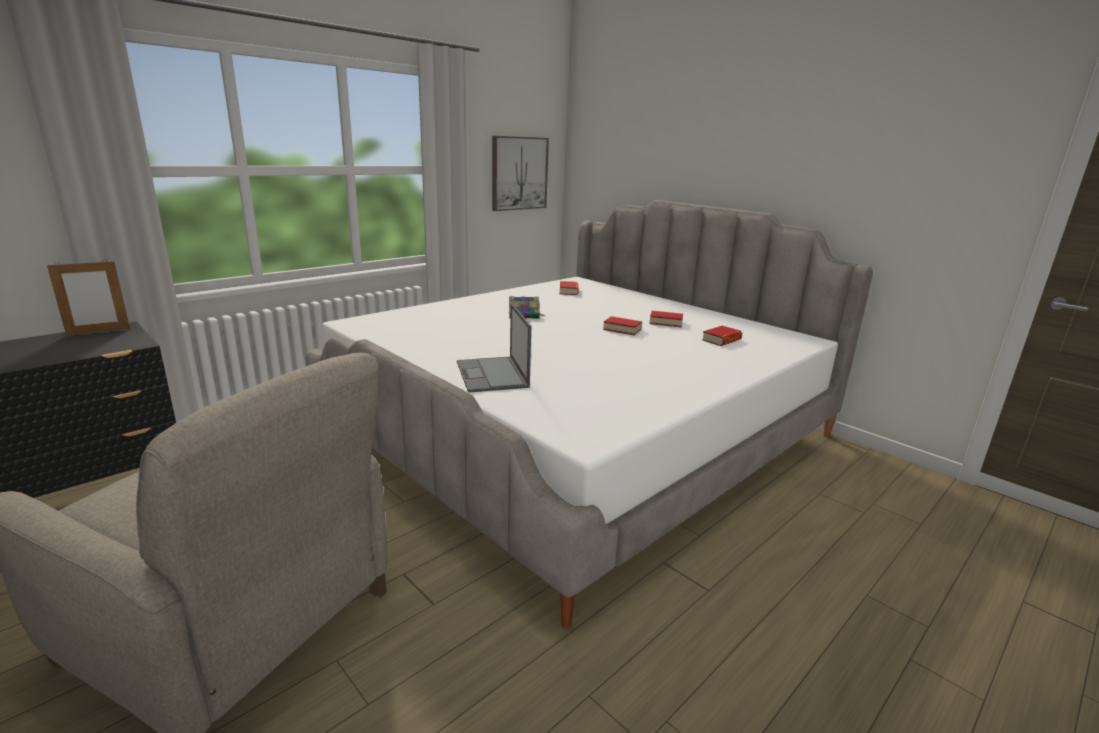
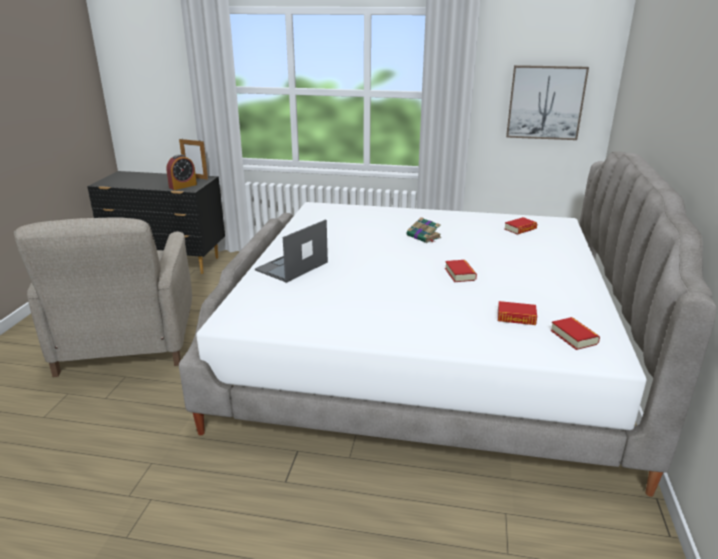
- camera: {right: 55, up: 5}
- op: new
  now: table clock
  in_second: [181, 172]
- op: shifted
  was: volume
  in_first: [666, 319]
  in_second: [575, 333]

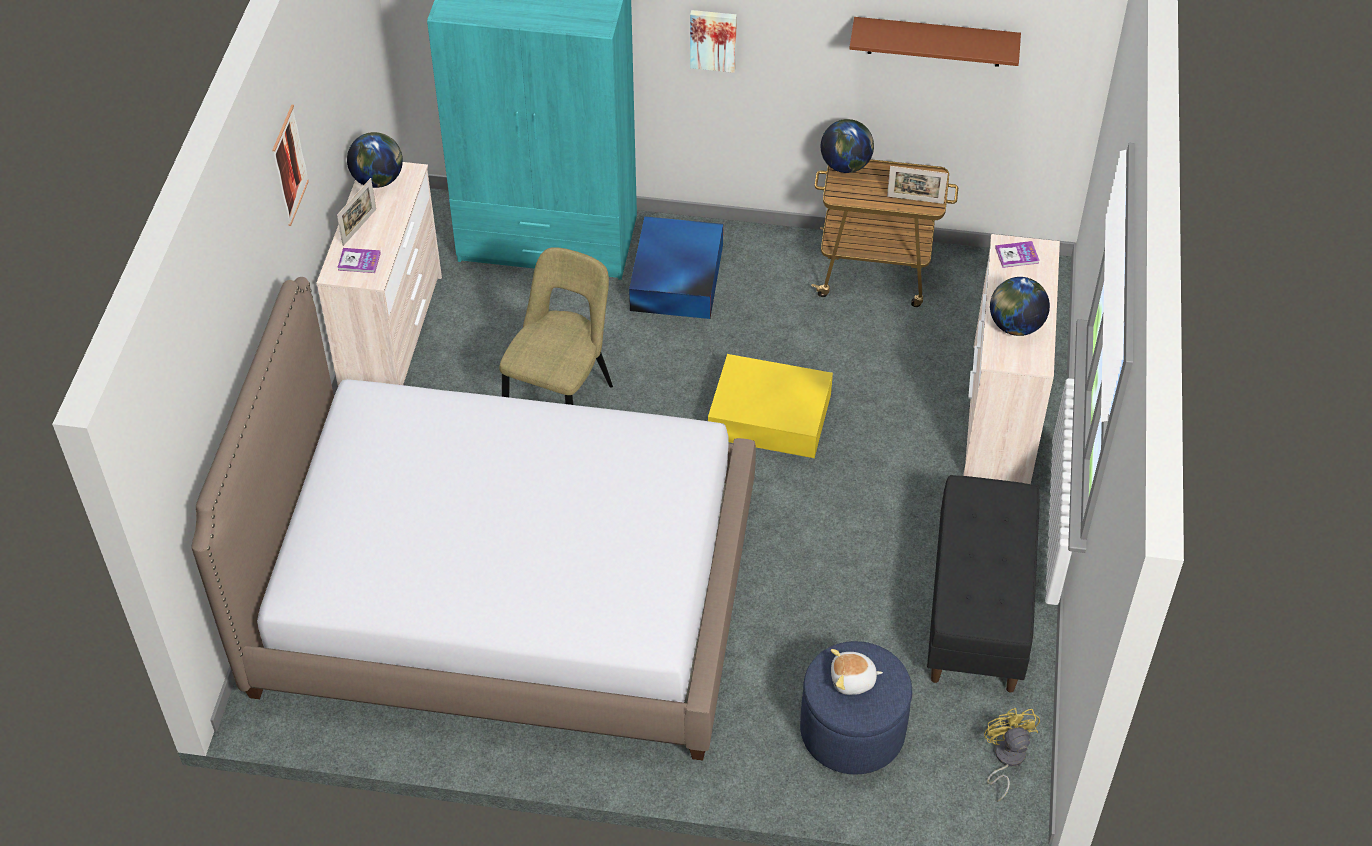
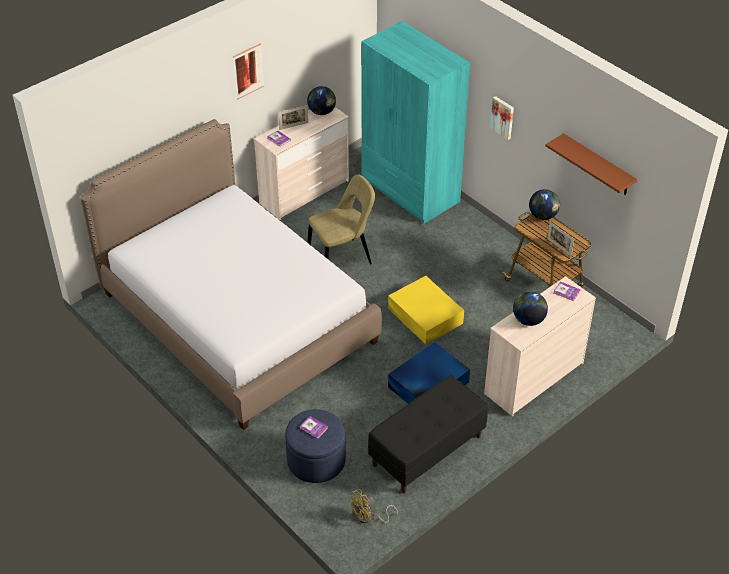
- camera: {right: 40, up: -5}
- op: shifted
  was: bluish storage container
  in_first: [676, 267]
  in_second: [429, 373]
- op: swapped
  was: soft toy
  now: volume
  in_first: [857, 672]
  in_second: [314, 427]
- op: rotated
  was: yellow cooling fan
  in_first: [1012, 755]
  in_second: [373, 506]
  clockwise: -150

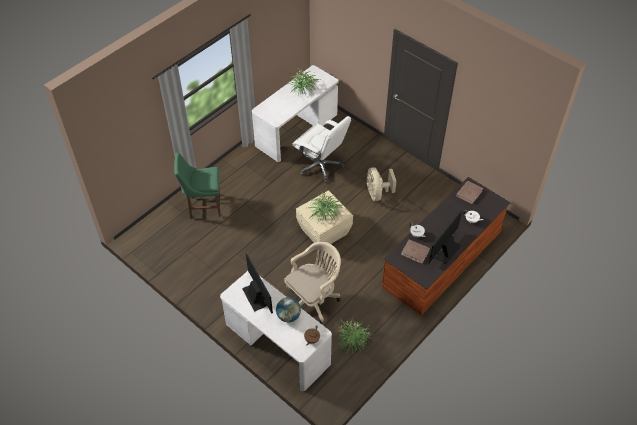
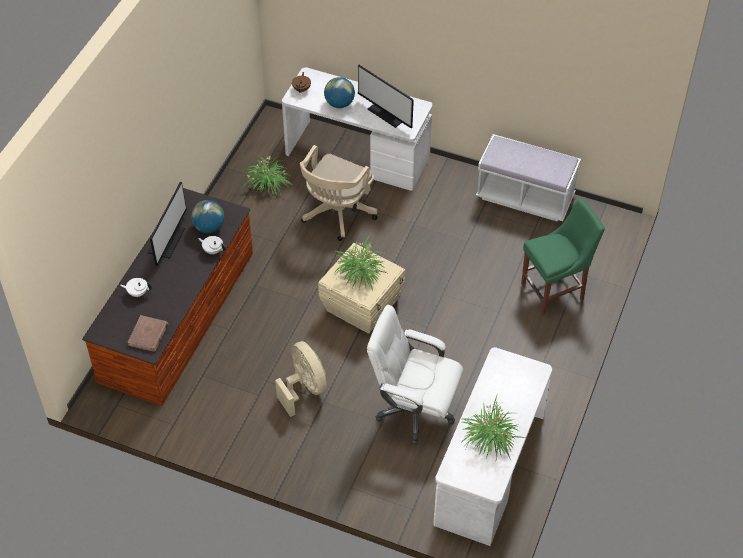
- camera: {right: 160, up: 0}
- op: new
  now: white indoor bench
  in_second: [528, 178]
- op: swapped
  was: brown-coloured volume
  now: world globe
  in_first: [415, 252]
  in_second: [207, 216]

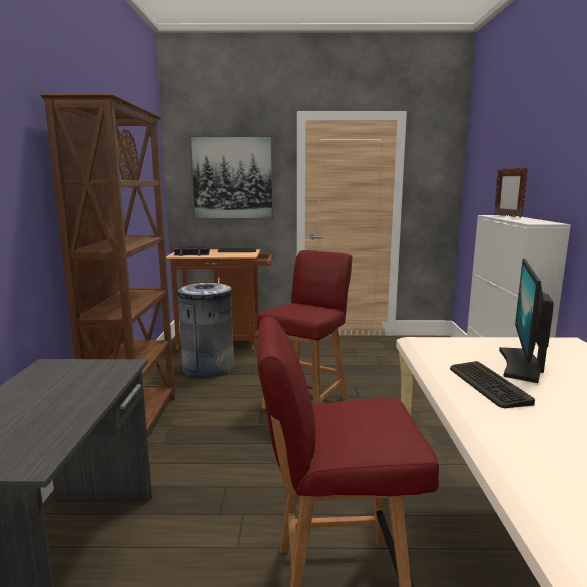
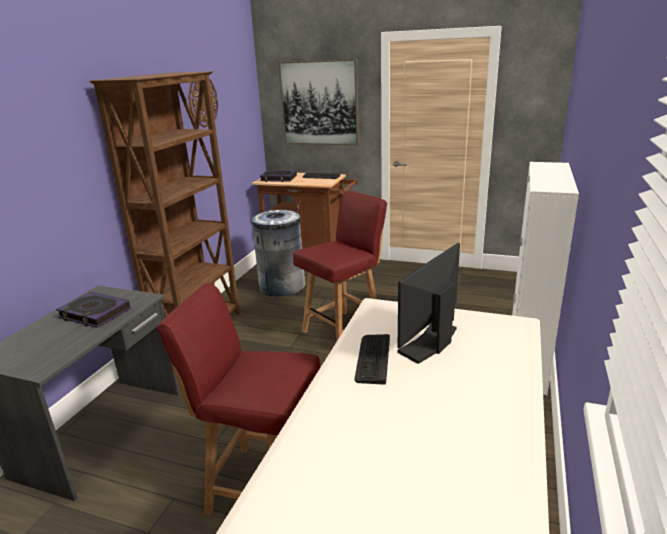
- camera: {right: 20, up: 10}
- op: gone
  was: picture frame
  in_first: [511, 192]
- op: new
  now: volume
  in_second: [93, 309]

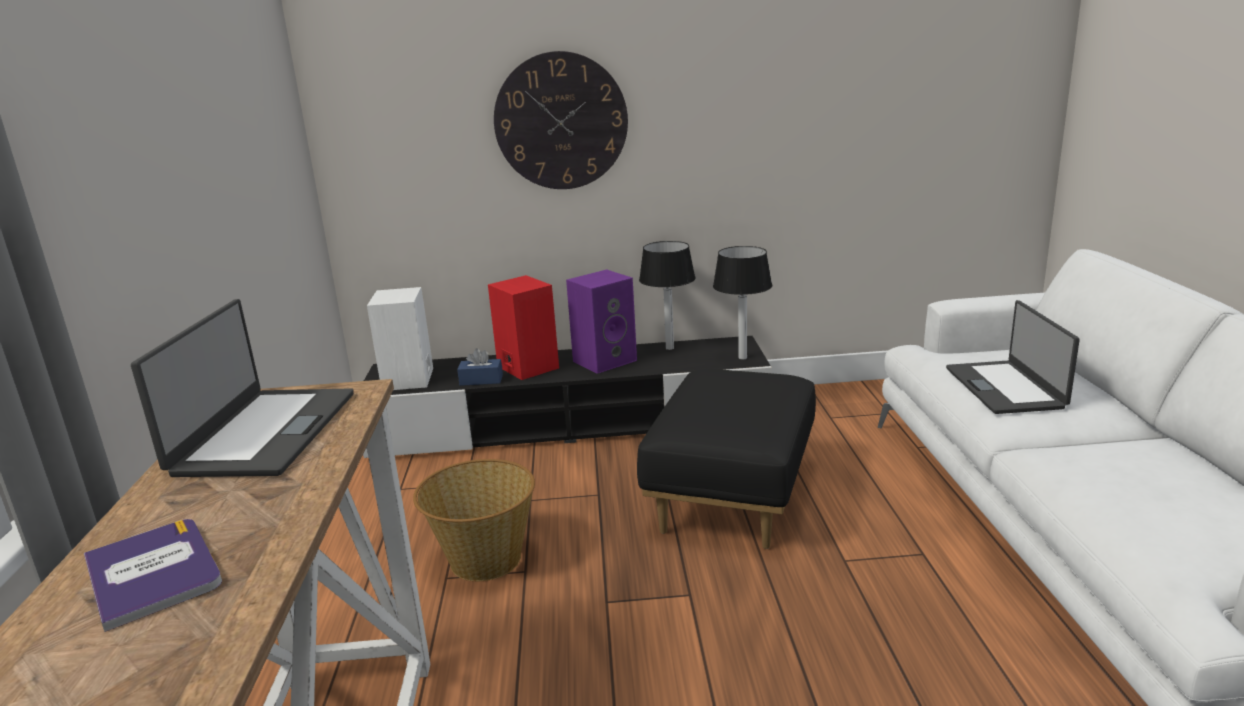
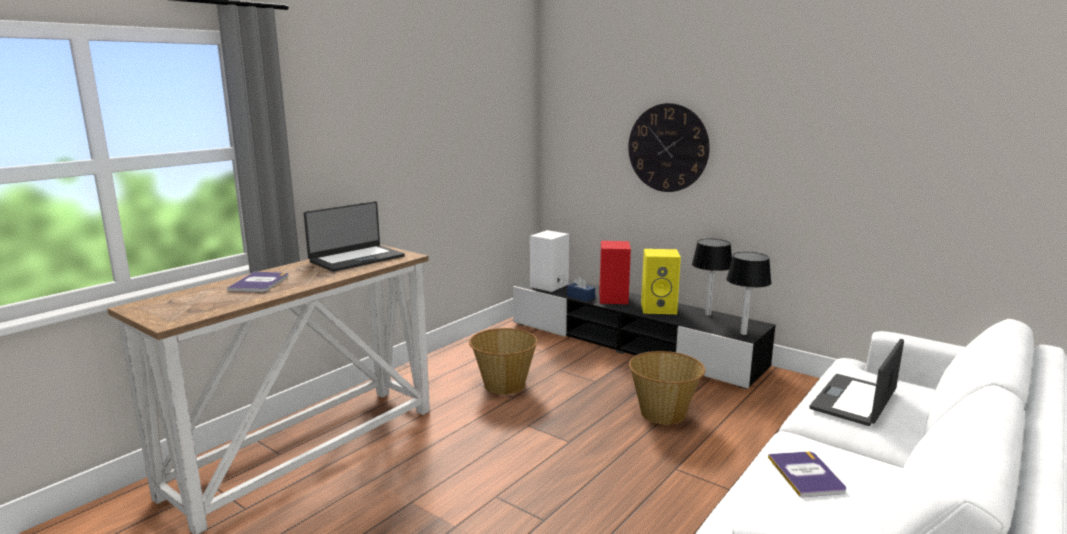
- camera: {right: 40, up: -5}
- op: new
  now: volume
  in_second: [807, 474]
- op: swapped
  was: black-coloured ottoman
  now: storage basket
  in_first: [726, 459]
  in_second: [667, 388]
- op: repainted
  was: purplish loudspeaker
  now: yellow loudspeaker
  in_first: [601, 322]
  in_second: [661, 281]

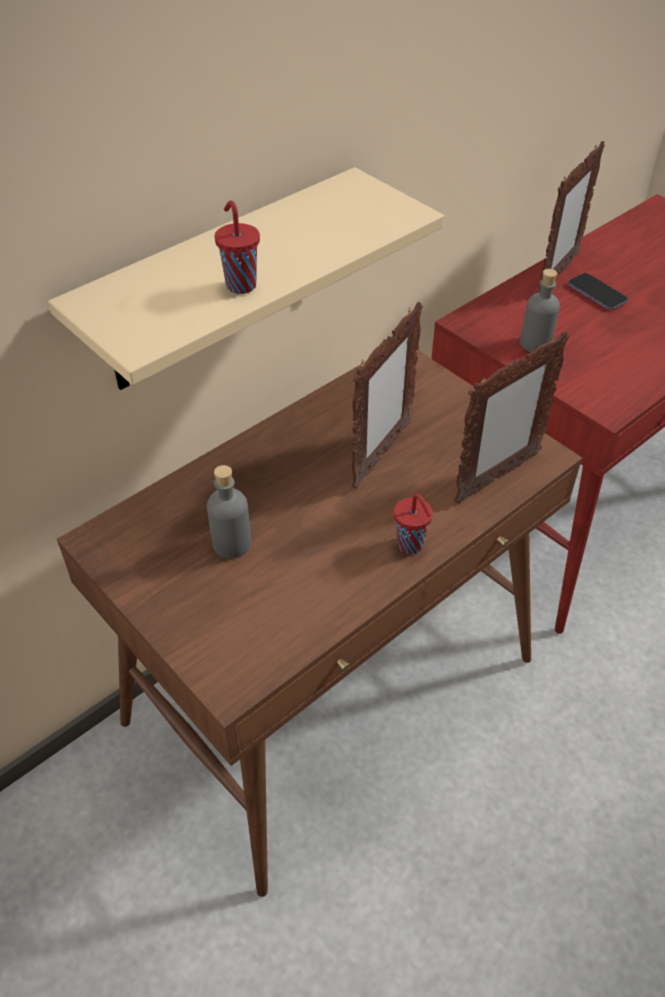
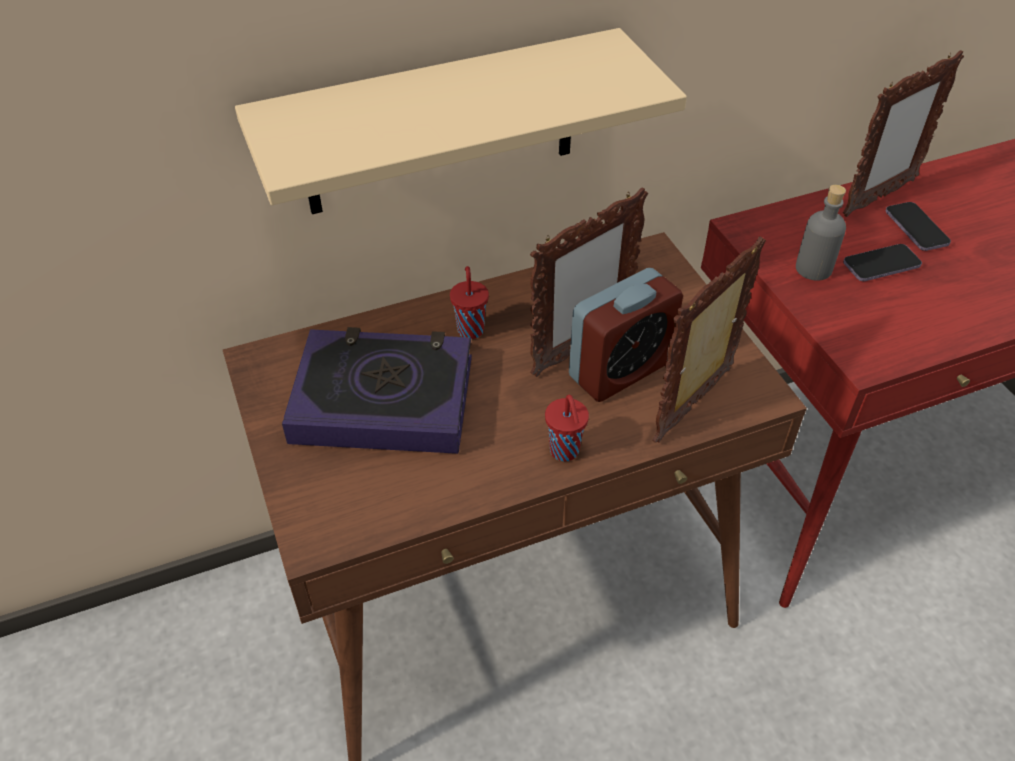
- camera: {right: 20, up: 0}
- op: new
  now: table clock
  in_second: [626, 335]
- op: new
  now: telephone
  in_second: [882, 262]
- op: shifted
  was: red-coloured small cup
  in_first: [237, 247]
  in_second: [469, 302]
- op: swapped
  was: gray drink bottle
  now: volume
  in_first: [229, 512]
  in_second: [377, 390]
- op: rotated
  was: picture frame
  in_first: [512, 417]
  in_second: [709, 339]
  clockwise: 150

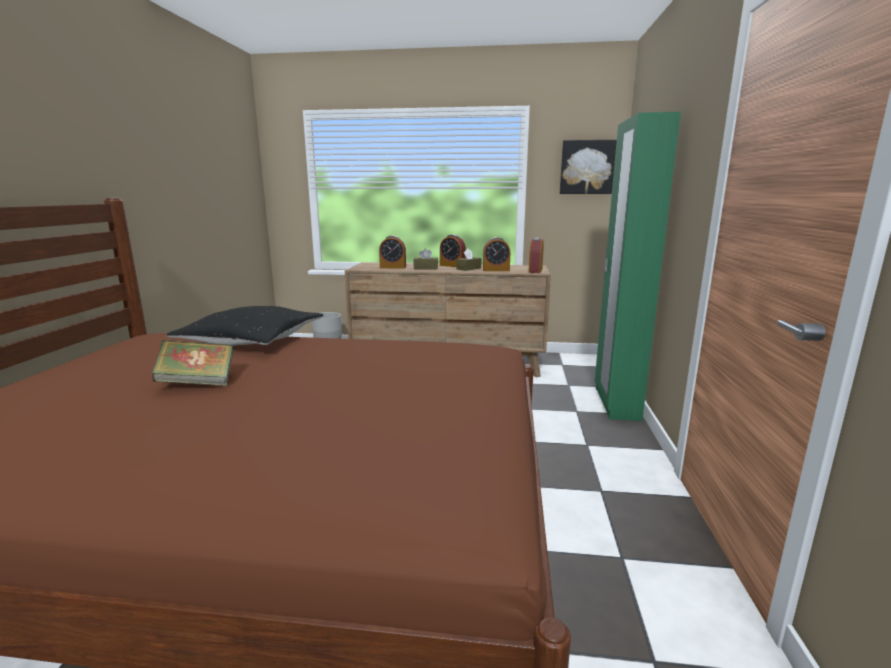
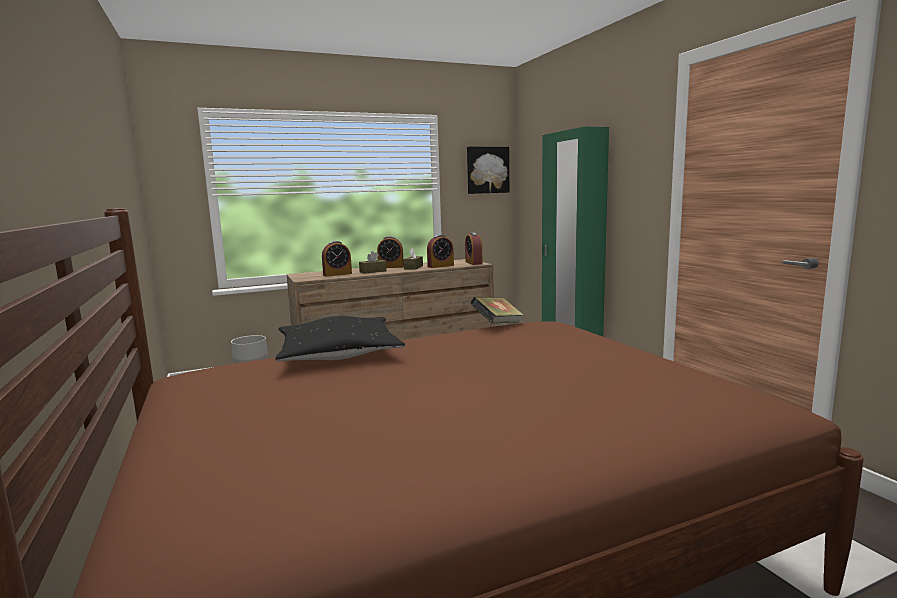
- camera: {right: -30, up: -5}
- op: shifted
  was: volume
  in_first: [192, 363]
  in_second: [497, 310]

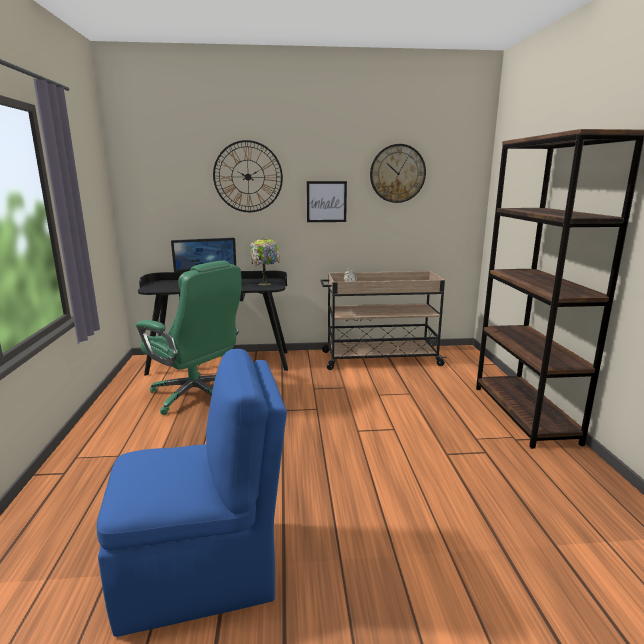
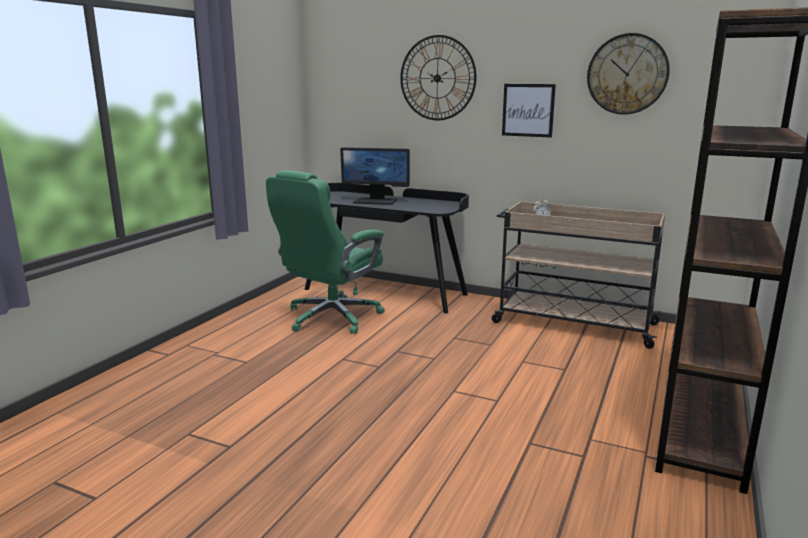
- camera: {right: 30, up: 0}
- op: gone
  was: bluish upright chair
  in_first: [192, 493]
- op: gone
  was: tabletop lamp
  in_first: [265, 262]
- op: rotated
  was: green office chair
  in_first: [188, 338]
  in_second: [325, 252]
  clockwise: 60

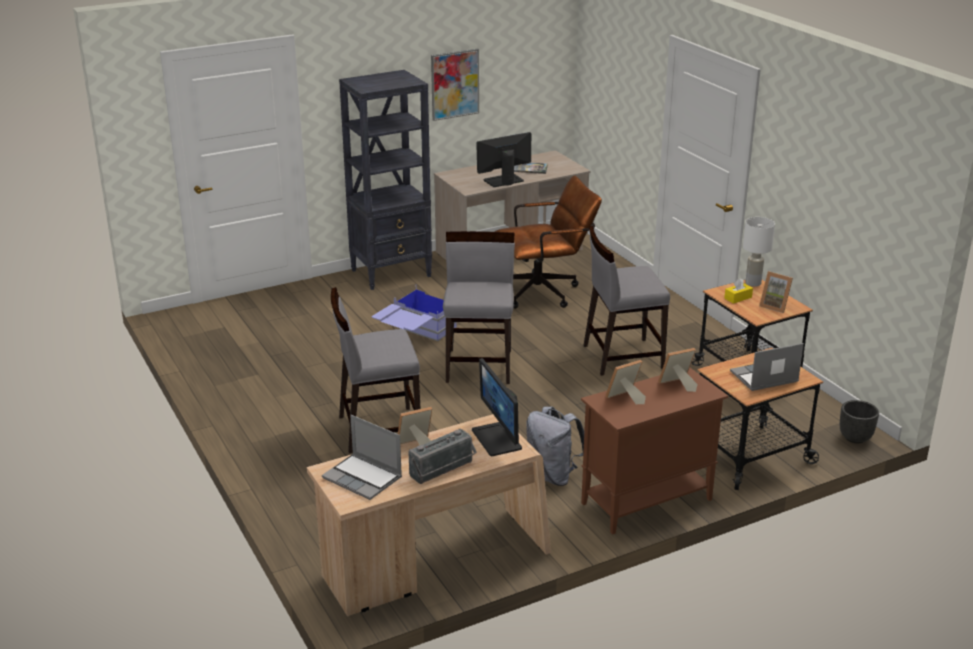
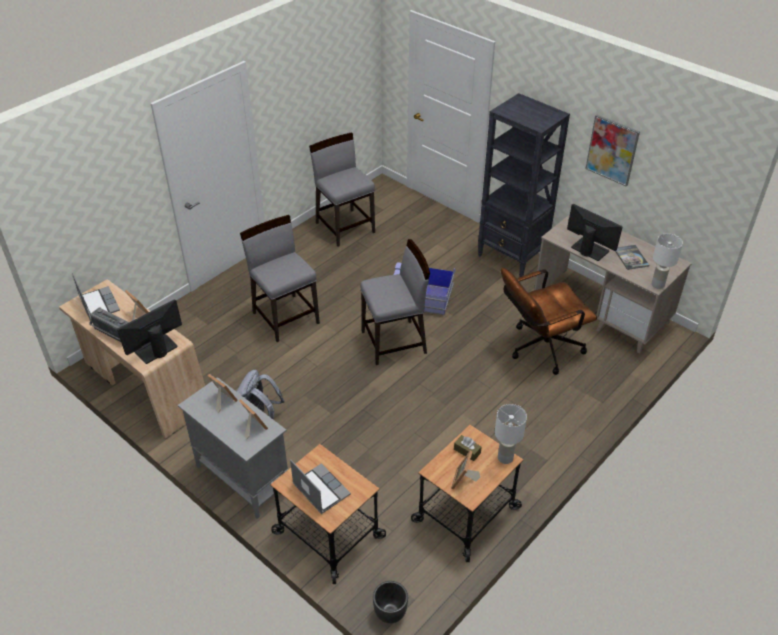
- camera: {right: 70, up: 15}
- op: new
  now: white tabletop lamp
  in_second: [667, 261]
- op: shifted
  was: gray upright chair
  in_first: [626, 301]
  in_second: [342, 190]
- op: repainted
  was: brown-coloured cabinet
  now: gray cabinet
  in_first: [654, 451]
  in_second: [233, 448]
- op: repainted
  was: yellow tissue holder
  now: brown-coloured tissue holder
  in_first: [738, 291]
  in_second: [468, 448]
- op: rotated
  was: notebook computer
  in_first: [362, 457]
  in_second: [96, 296]
  clockwise: 135
- op: rotated
  was: brown-coloured office chair
  in_first: [548, 242]
  in_second: [549, 321]
  clockwise: 105

